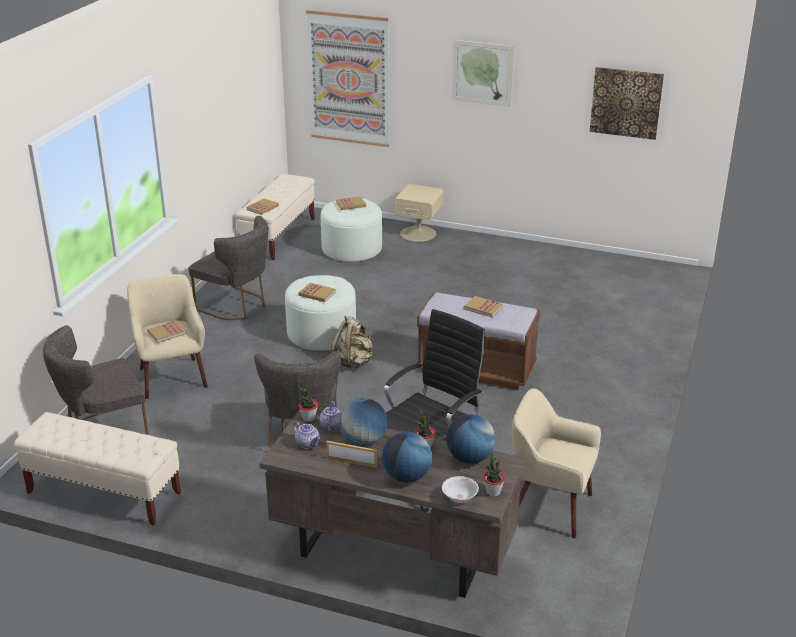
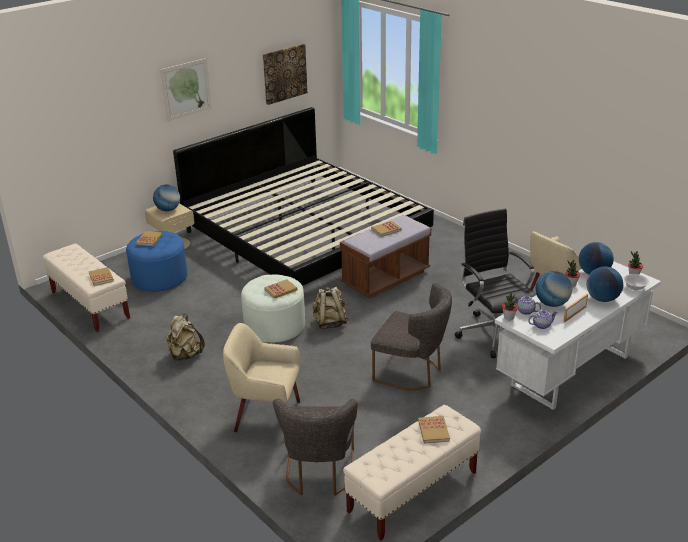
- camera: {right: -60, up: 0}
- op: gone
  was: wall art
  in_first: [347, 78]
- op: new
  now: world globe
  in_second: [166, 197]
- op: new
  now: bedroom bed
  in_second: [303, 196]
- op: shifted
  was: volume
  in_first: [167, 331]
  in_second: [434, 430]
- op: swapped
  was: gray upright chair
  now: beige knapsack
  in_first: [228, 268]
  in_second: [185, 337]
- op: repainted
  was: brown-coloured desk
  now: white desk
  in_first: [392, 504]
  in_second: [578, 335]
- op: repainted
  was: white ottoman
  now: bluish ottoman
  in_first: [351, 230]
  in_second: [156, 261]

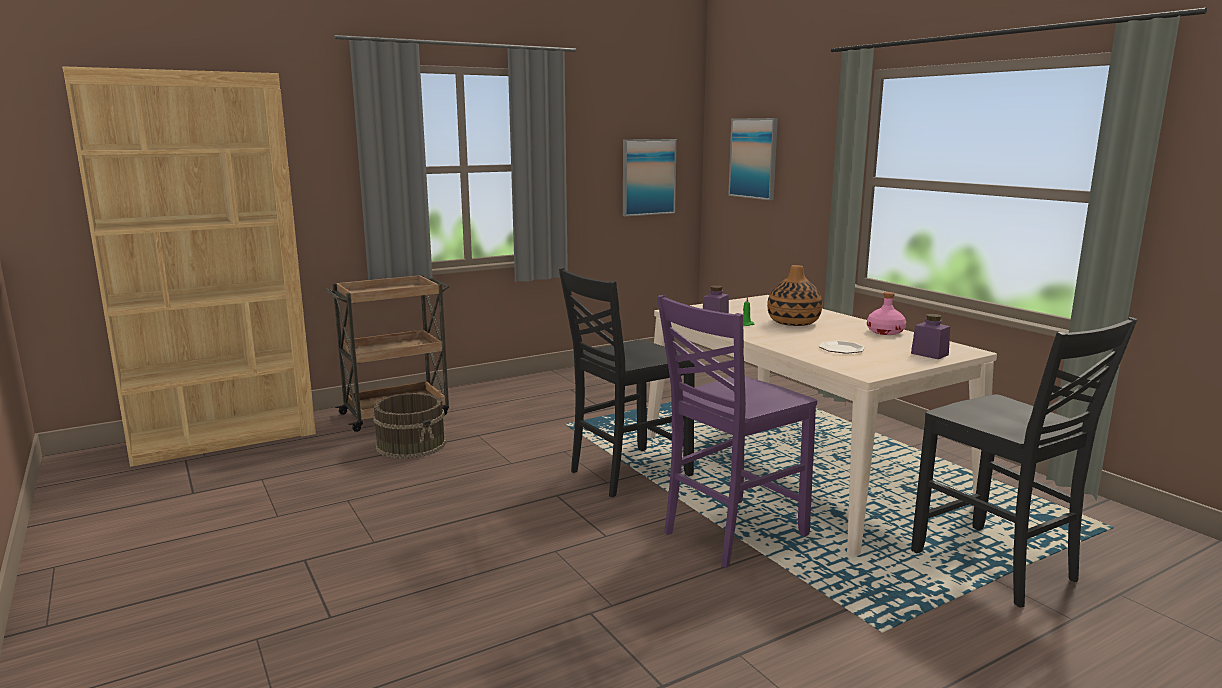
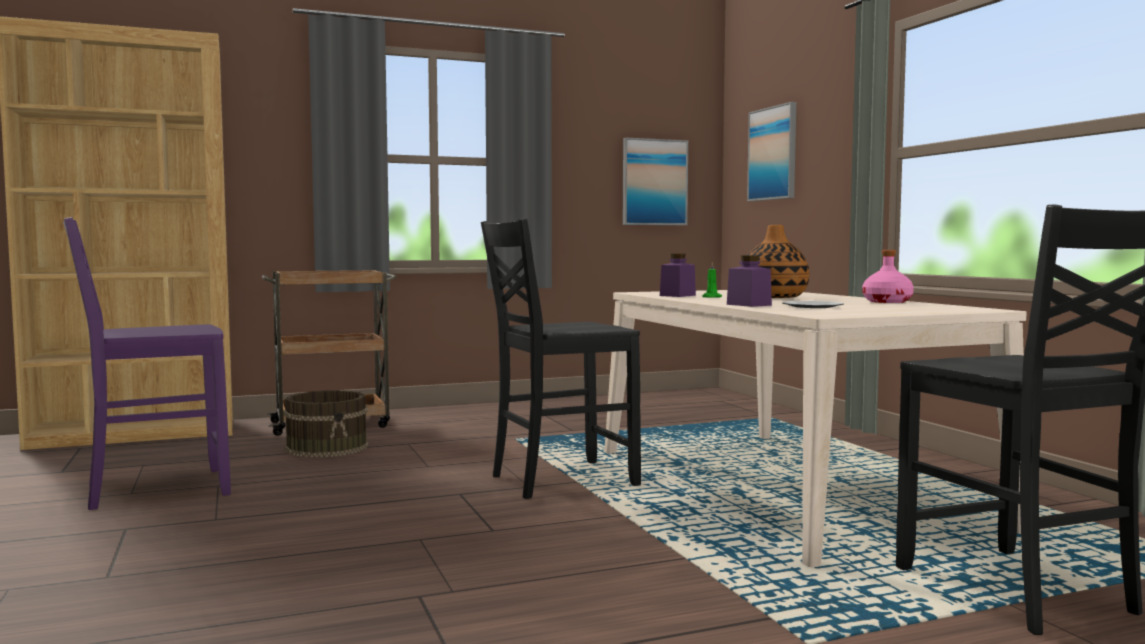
- camera: {right: 10, up: -10}
- op: shifted
  was: purplish upright chair
  in_first: [737, 431]
  in_second: [147, 363]
- op: shifted
  was: purplish preserve jar
  in_first: [930, 336]
  in_second: [749, 281]

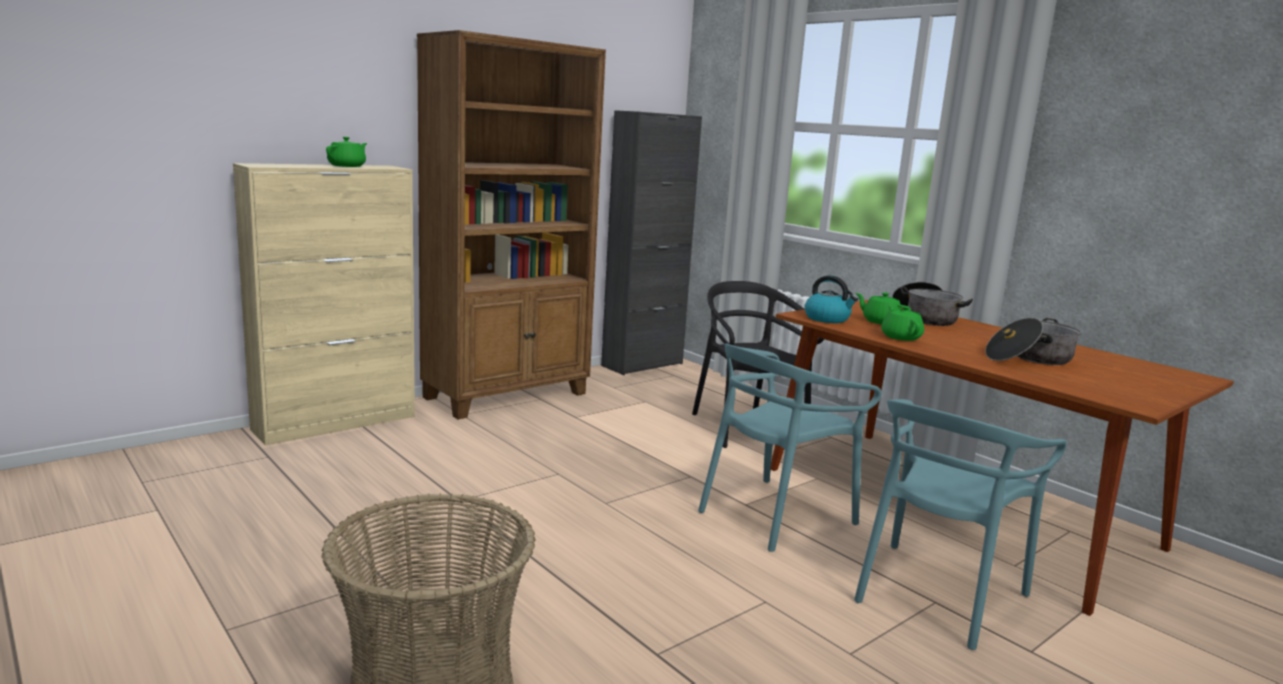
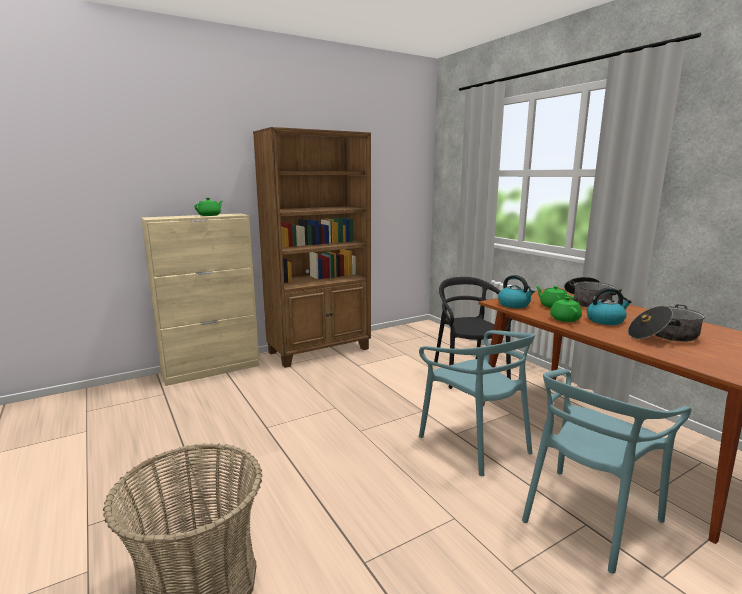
- camera: {right: 10, up: 0}
- op: gone
  was: black-coloured cabinet
  in_first: [651, 242]
- op: new
  now: kettle
  in_second: [609, 306]
- op: rotated
  was: turquoise-coloured upright chair
  in_first: [790, 448]
  in_second: [477, 403]
  clockwise: -90

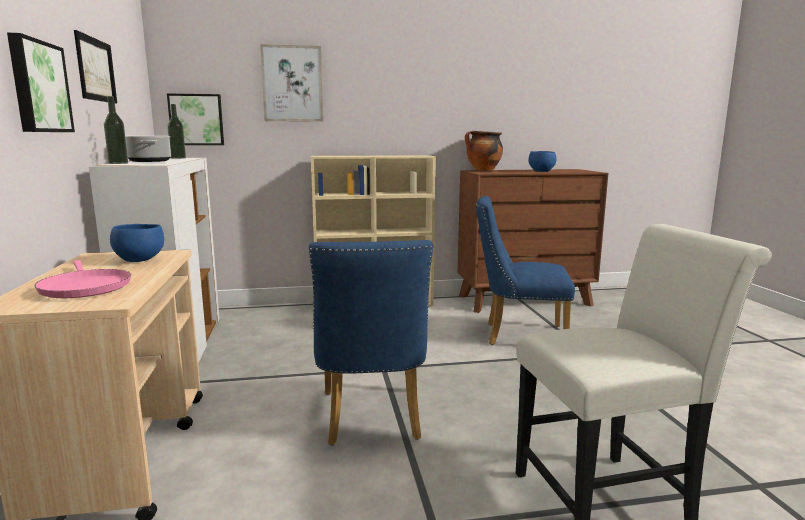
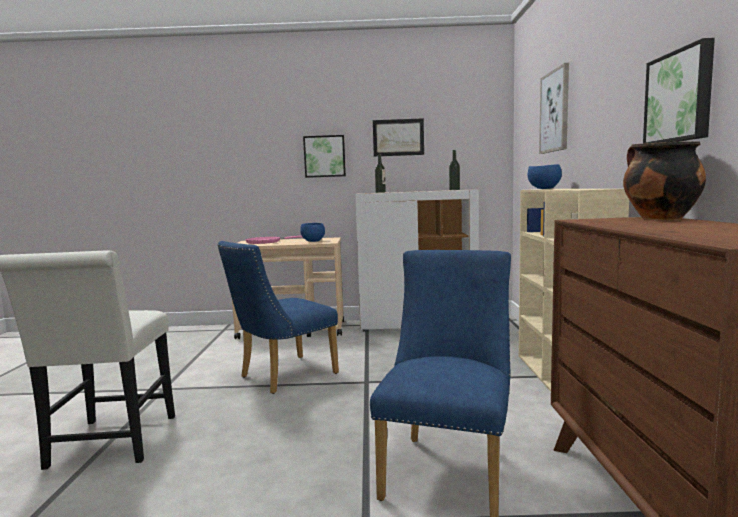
- camera: {right: 100, up: -5}
- op: gone
  was: saucepot
  in_first: [148, 149]
- op: shifted
  was: wall art
  in_first: [195, 119]
  in_second: [679, 91]
- op: shifted
  was: bluish deep dish
  in_first: [542, 161]
  in_second: [545, 176]
- op: rotated
  was: bluish upright chair
  in_first: [371, 342]
  in_second: [278, 317]
  clockwise: -45

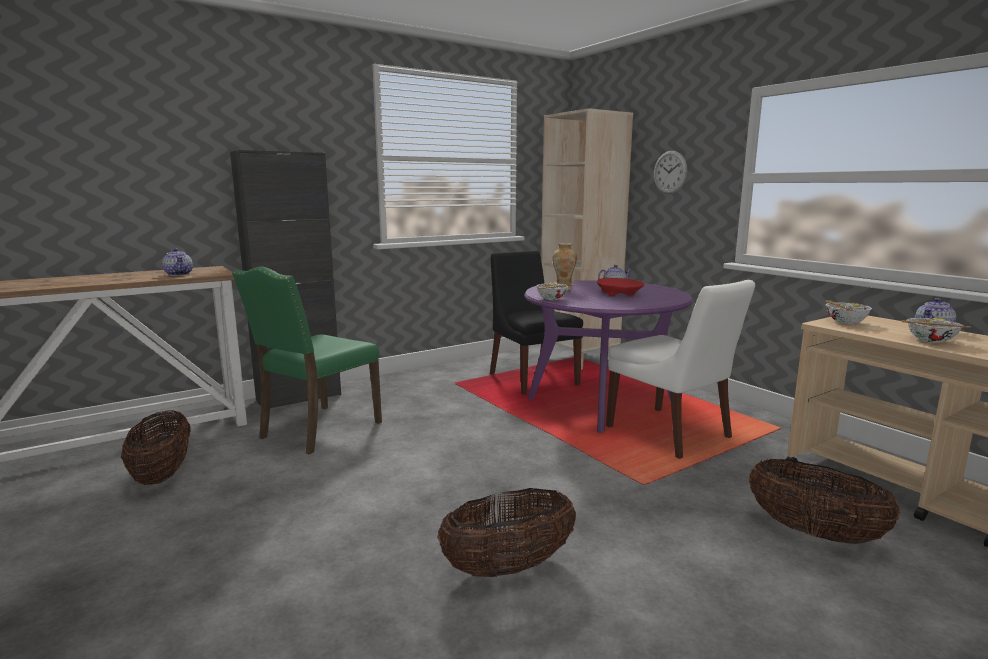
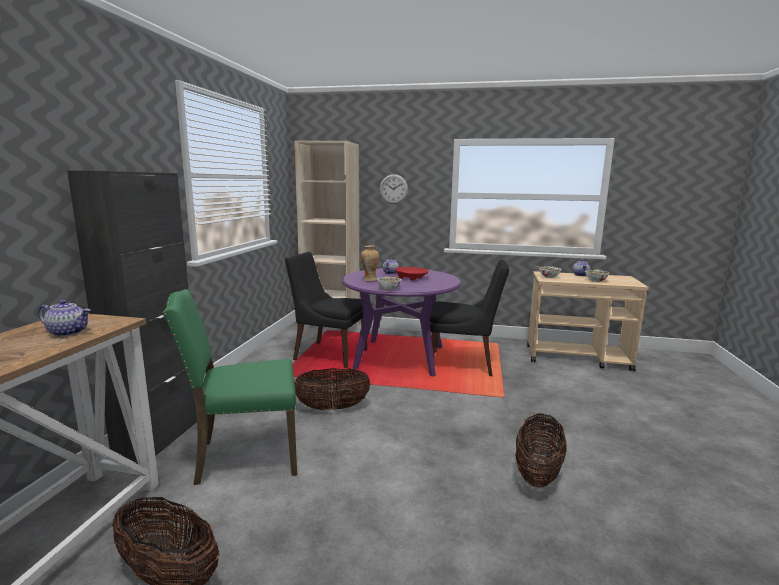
- camera: {right: -45, up: 0}
- op: shifted
  was: storage basket
  in_first: [824, 501]
  in_second: [332, 389]
- op: repainted
  was: white upright chair
  now: black-coloured upright chair
  in_first: [680, 369]
  in_second: [469, 318]
- op: rotated
  was: green upright chair
  in_first: [307, 360]
  in_second: [229, 387]
  clockwise: 90

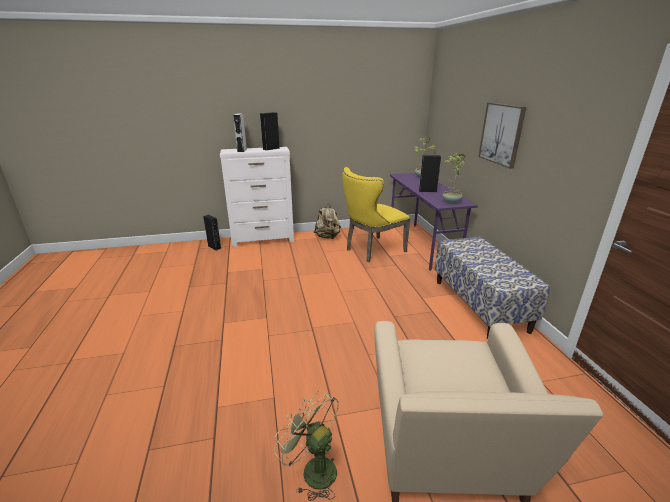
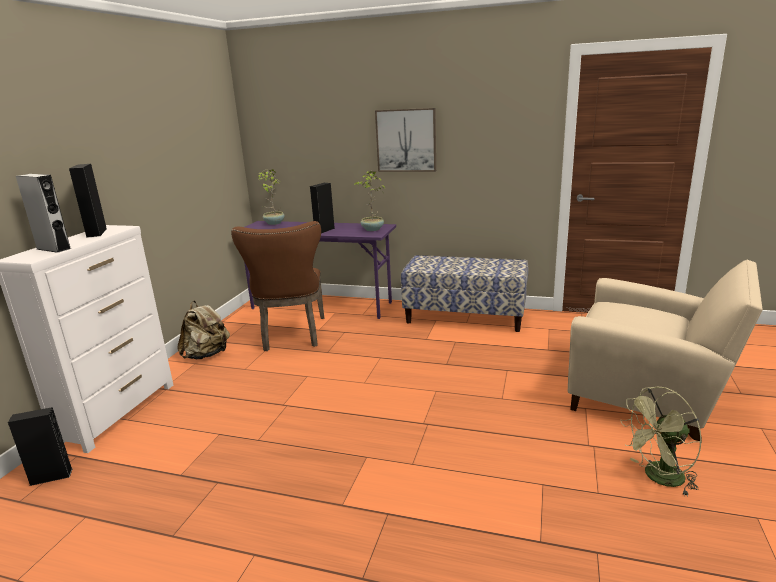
- camera: {right: -60, up: -5}
- op: repainted
  was: yellow upright chair
  now: brown-coloured upright chair
  in_first: [376, 214]
  in_second: [277, 286]

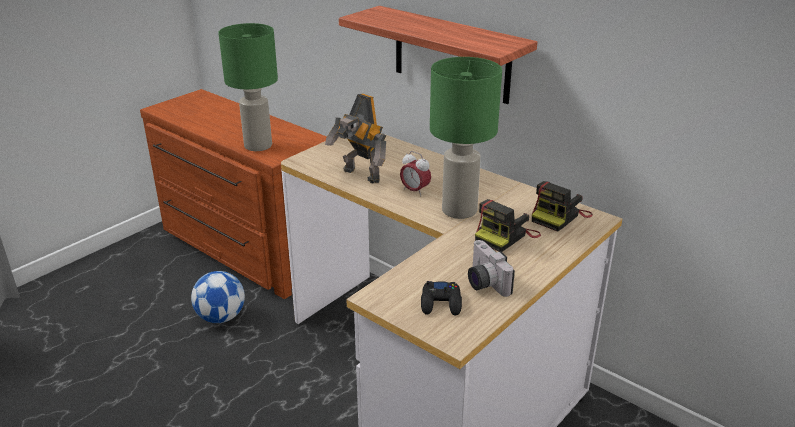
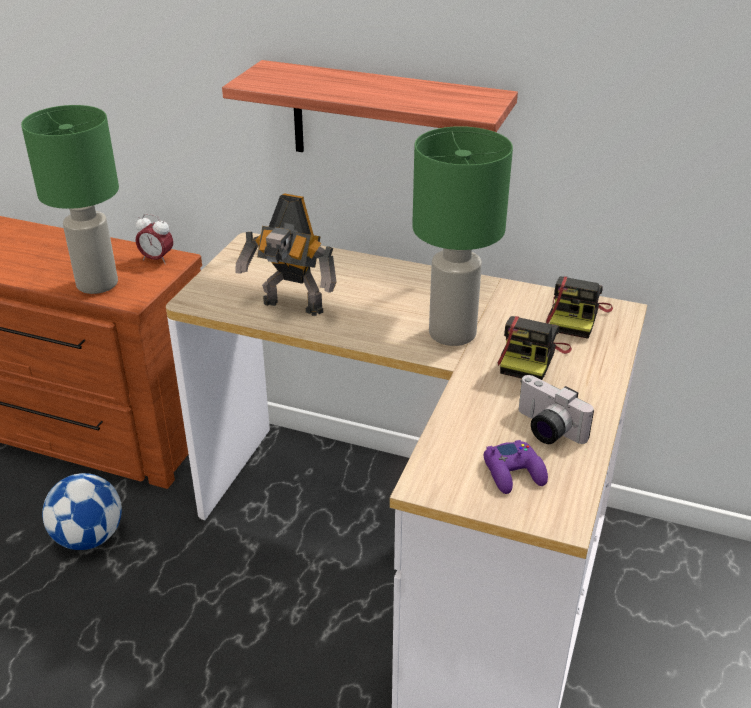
- camera: {right: -20, up: 5}
- op: shifted
  was: table clock
  in_first: [415, 174]
  in_second: [154, 239]
- op: repainted
  was: black-coloured gamepad
  now: purplish gamepad
  in_first: [441, 298]
  in_second: [516, 467]

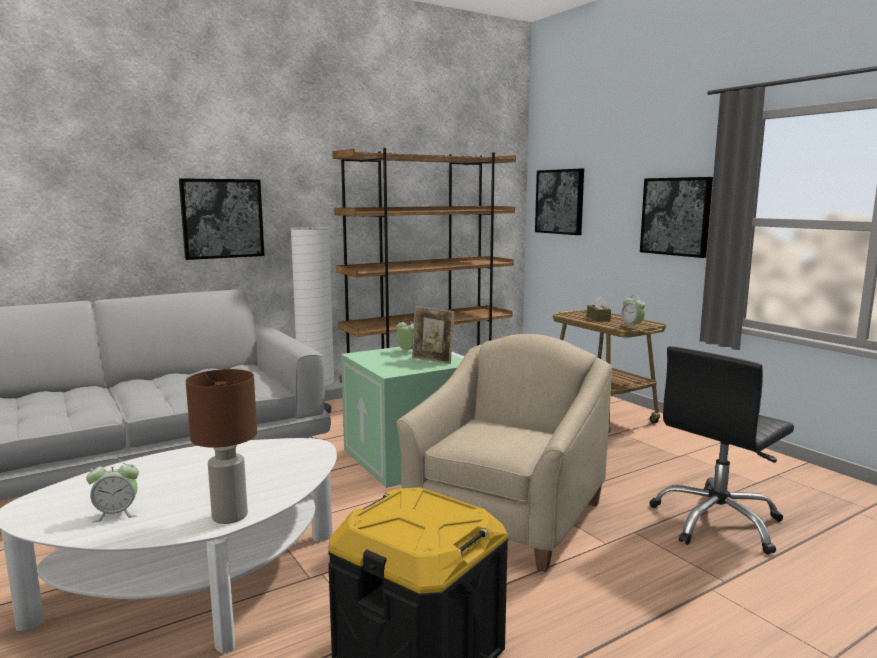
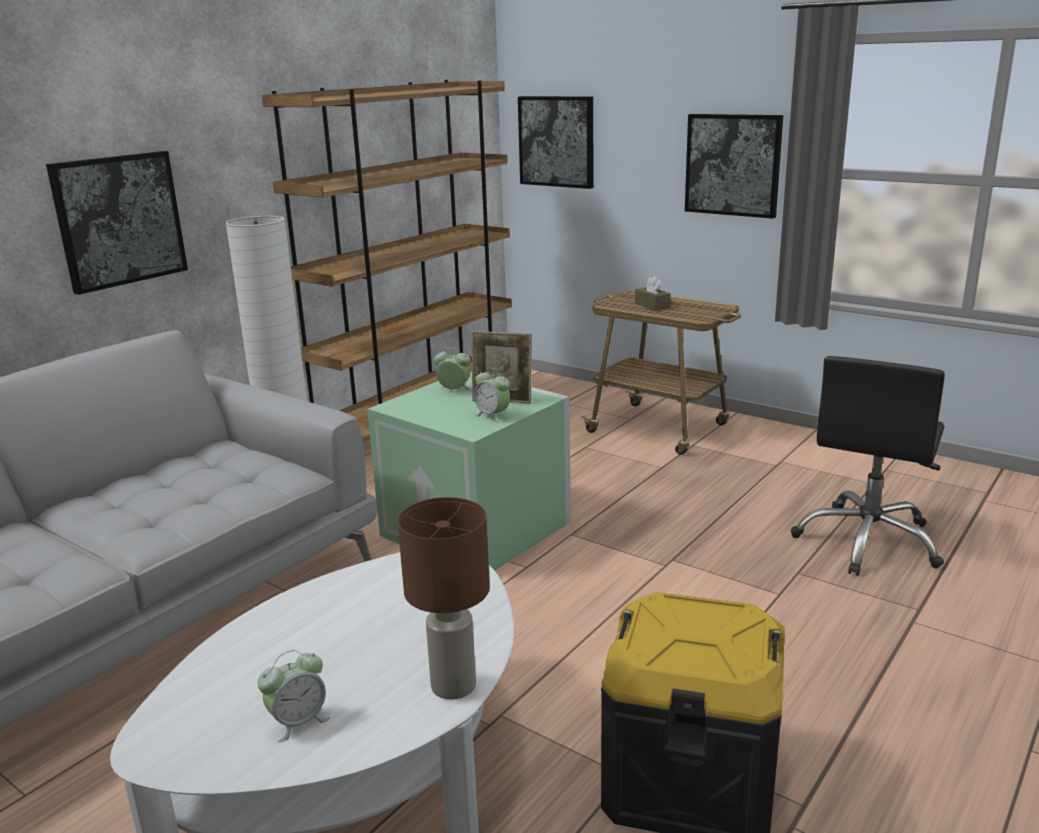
- camera: {right: -20, up: 10}
- op: gone
  was: beige lounge chair
  in_first: [504, 453]
- op: shifted
  was: table clock
  in_first: [633, 312]
  in_second: [492, 395]

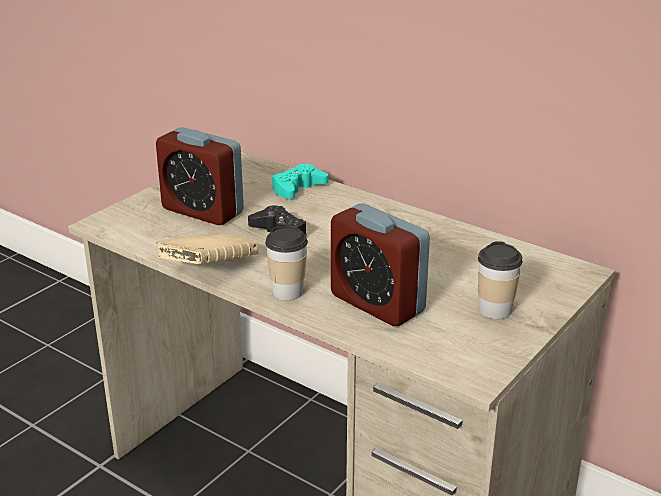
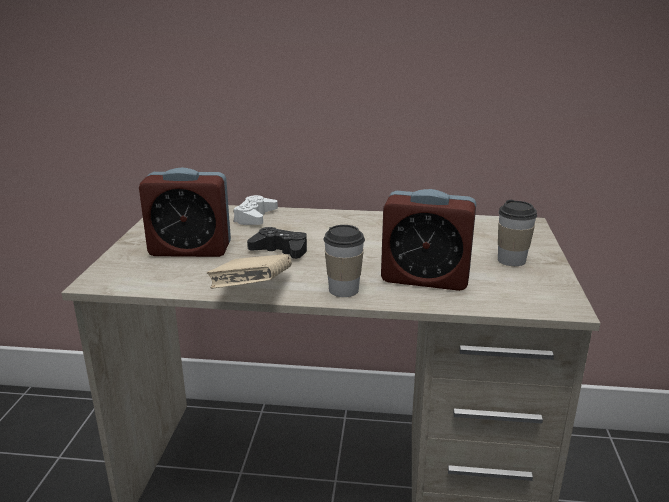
- camera: {right: -30, up: -5}
- op: repainted
  was: turquoise-coloured gamepad
  now: white gamepad
  in_first: [300, 181]
  in_second: [256, 210]

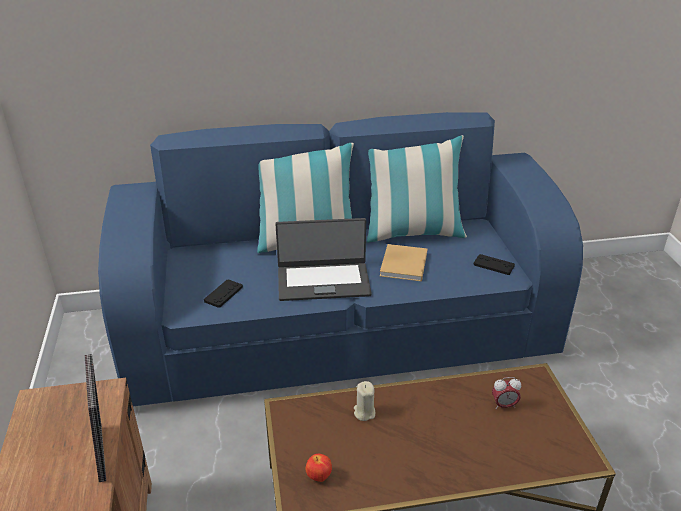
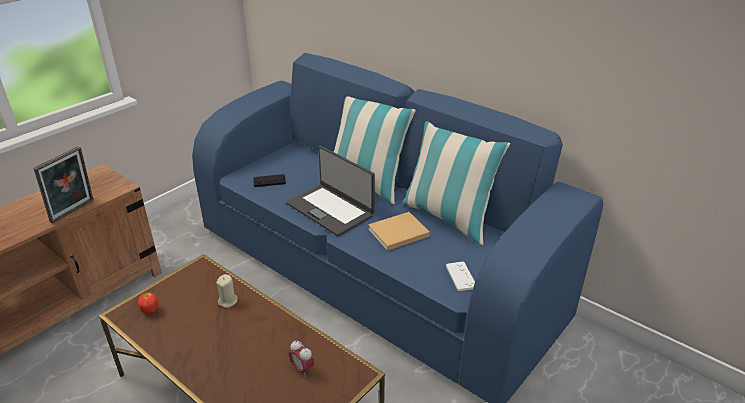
- camera: {right: 50, up: 0}
- op: repainted
  was: black-coloured gamepad
  now: white gamepad
  in_first: [494, 264]
  in_second: [460, 276]

